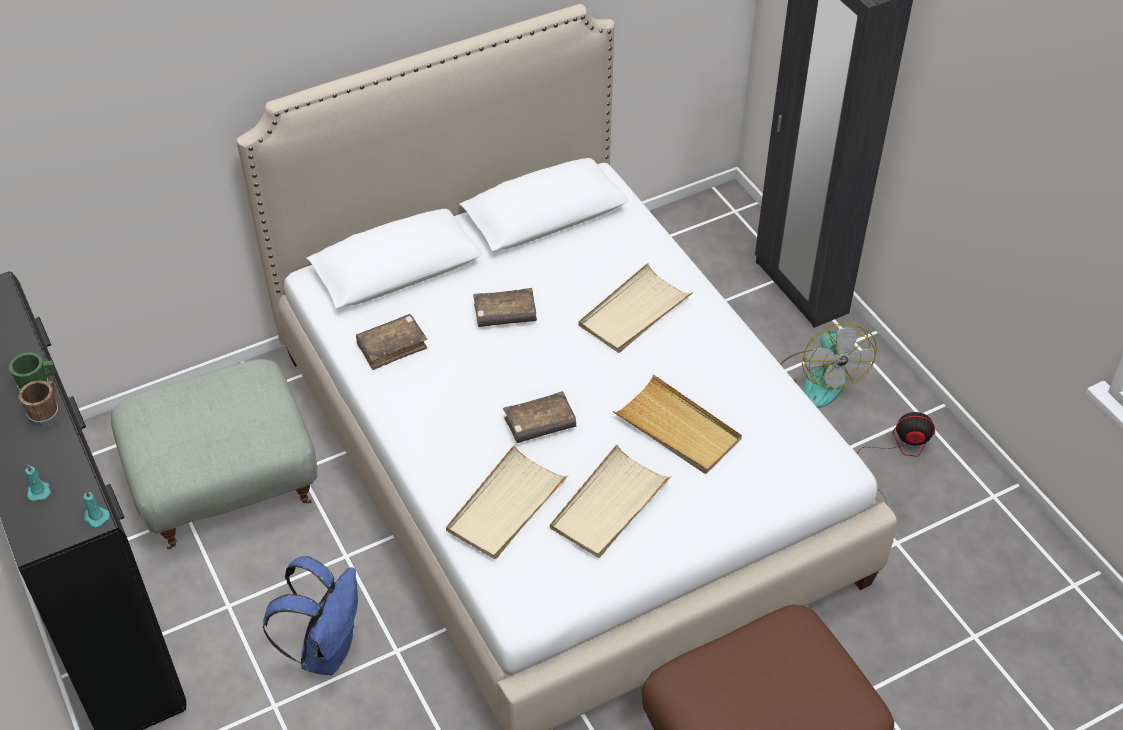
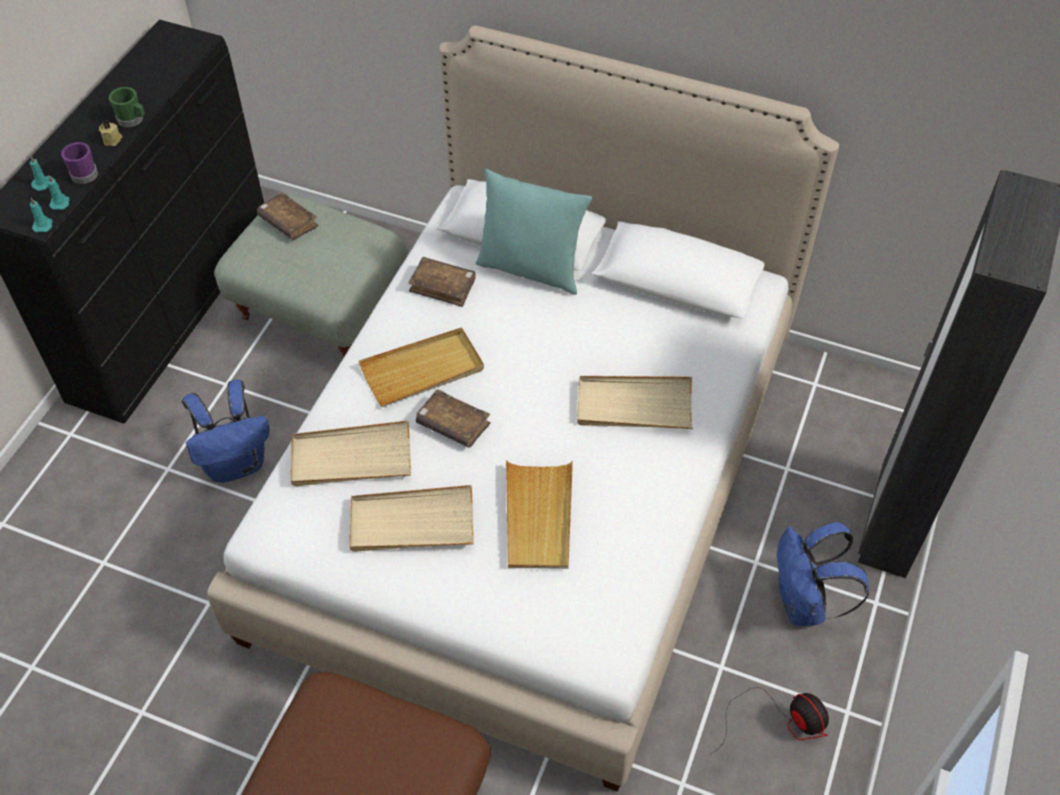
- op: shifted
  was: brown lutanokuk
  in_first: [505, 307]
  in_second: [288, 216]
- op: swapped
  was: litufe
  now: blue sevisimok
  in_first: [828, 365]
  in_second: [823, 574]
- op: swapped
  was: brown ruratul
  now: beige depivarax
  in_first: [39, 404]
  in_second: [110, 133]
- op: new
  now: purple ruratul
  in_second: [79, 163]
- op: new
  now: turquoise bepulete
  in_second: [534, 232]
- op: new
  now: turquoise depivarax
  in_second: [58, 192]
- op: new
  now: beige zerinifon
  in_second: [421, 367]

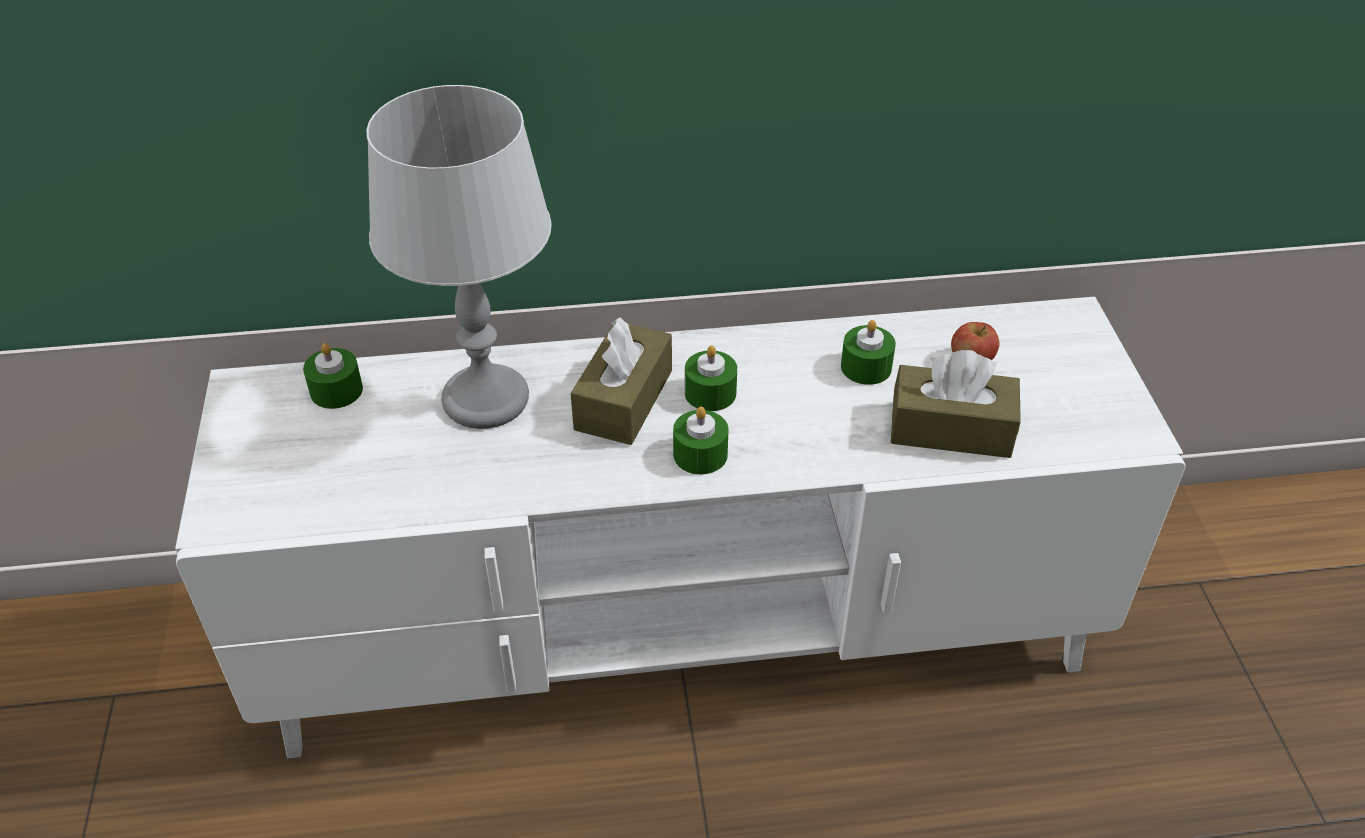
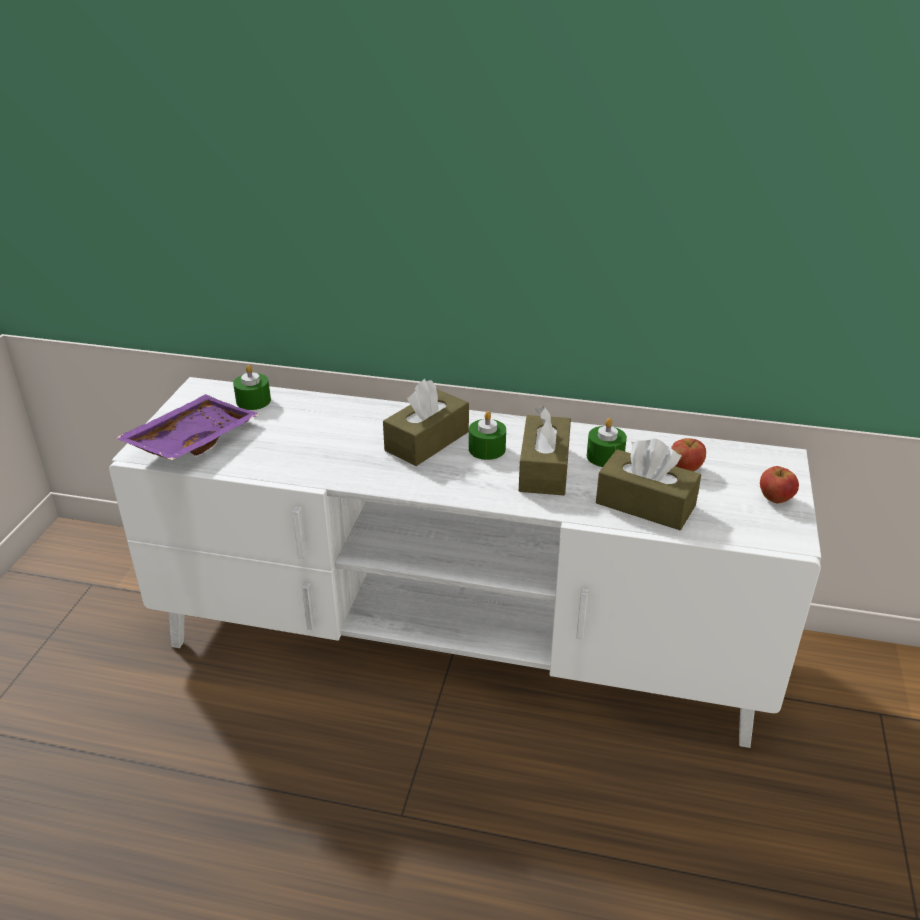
- op: gone
  was: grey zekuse
  in_first: [459, 257]
- op: gone
  was: green depivarax
  in_first: [700, 440]
- op: new
  now: purple zerinifon
  in_second: [187, 427]
- op: new
  now: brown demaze
  in_second: [545, 450]
- op: new
  now: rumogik
  in_second: [779, 484]

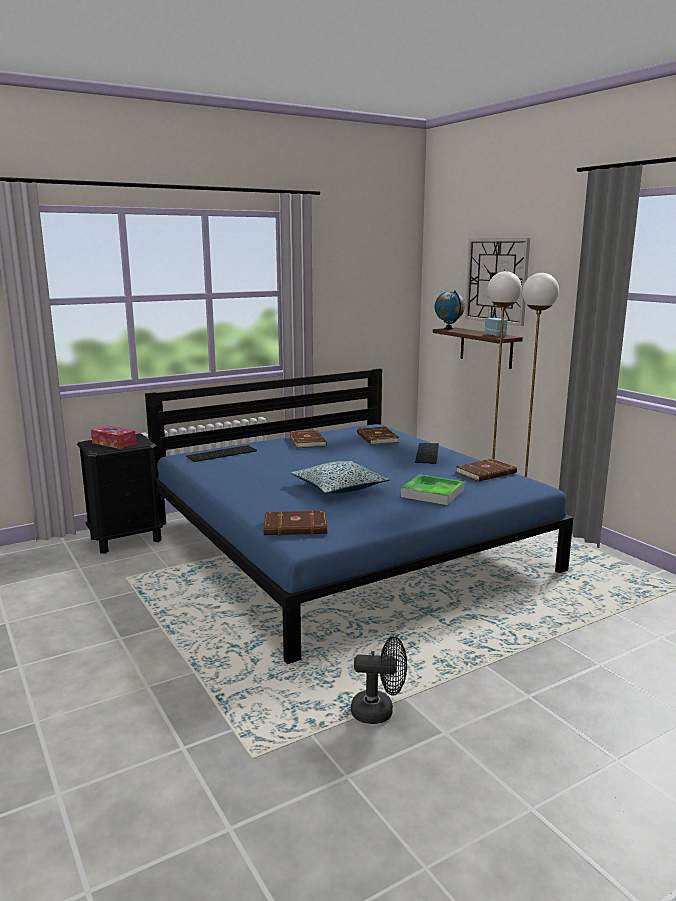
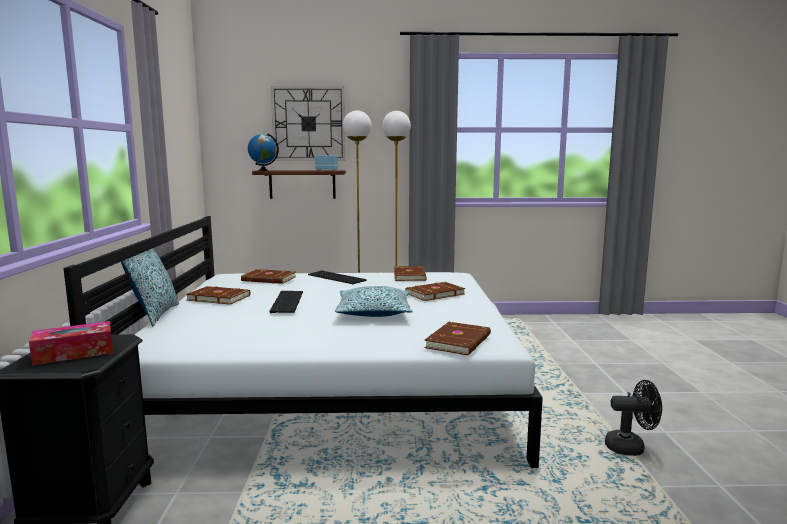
- op: repainted
  was: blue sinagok
  now: white sinagok
  in_first: [359, 516]
  in_second: [303, 342]
- op: shifted
  was: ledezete
  in_first: [221, 453]
  in_second: [286, 302]
- op: swapped
  was: zerinifon
  now: brown lutanokuk
  in_first: [432, 489]
  in_second: [435, 291]
- op: rotated
  was: black litufe
  in_first: [379, 680]
  in_second: [633, 418]
  clockwise: 60
- op: new
  now: bepulete
  in_second: [150, 287]

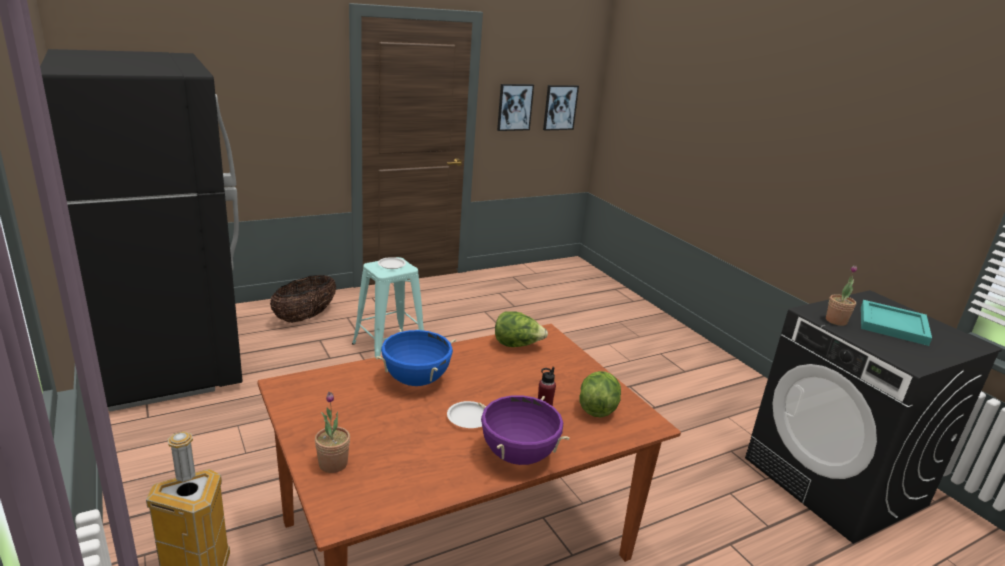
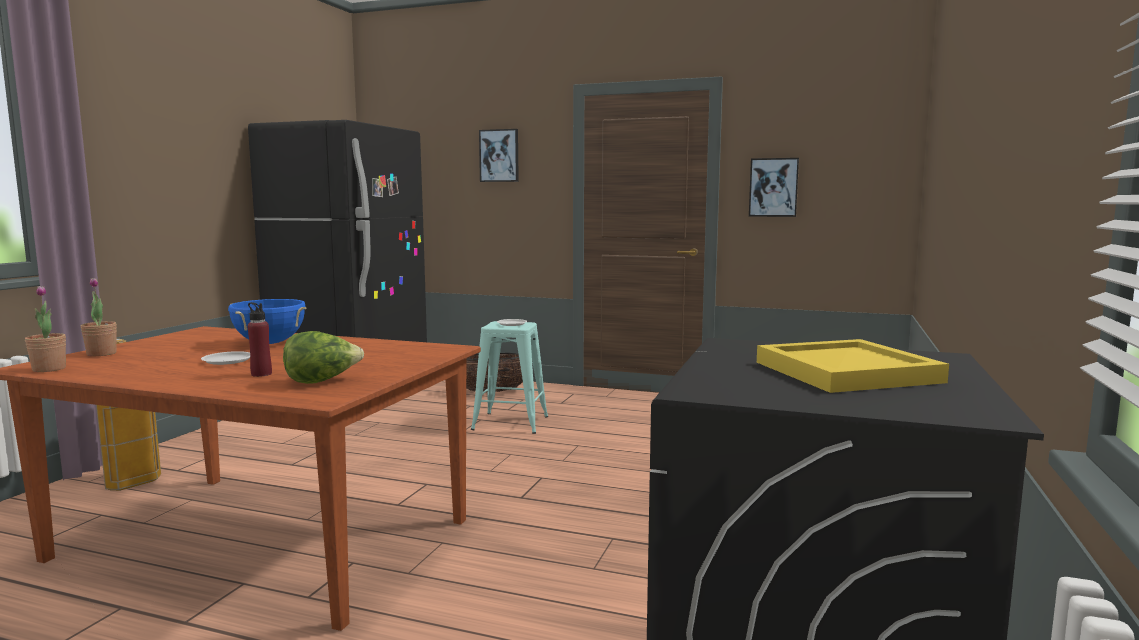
- op: shifted
  was: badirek
  in_first: [561, 108]
  in_second: [499, 155]
- op: shifted
  was: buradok
  in_first: [841, 295]
  in_second: [45, 329]
- op: repainted
  was: turquoise zerinifon
  now: yellow zerinifon
  in_first: [896, 323]
  in_second: [853, 366]
- op: gone
  was: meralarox
  in_first: [521, 329]
- op: gone
  was: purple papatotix
  in_first: [524, 430]

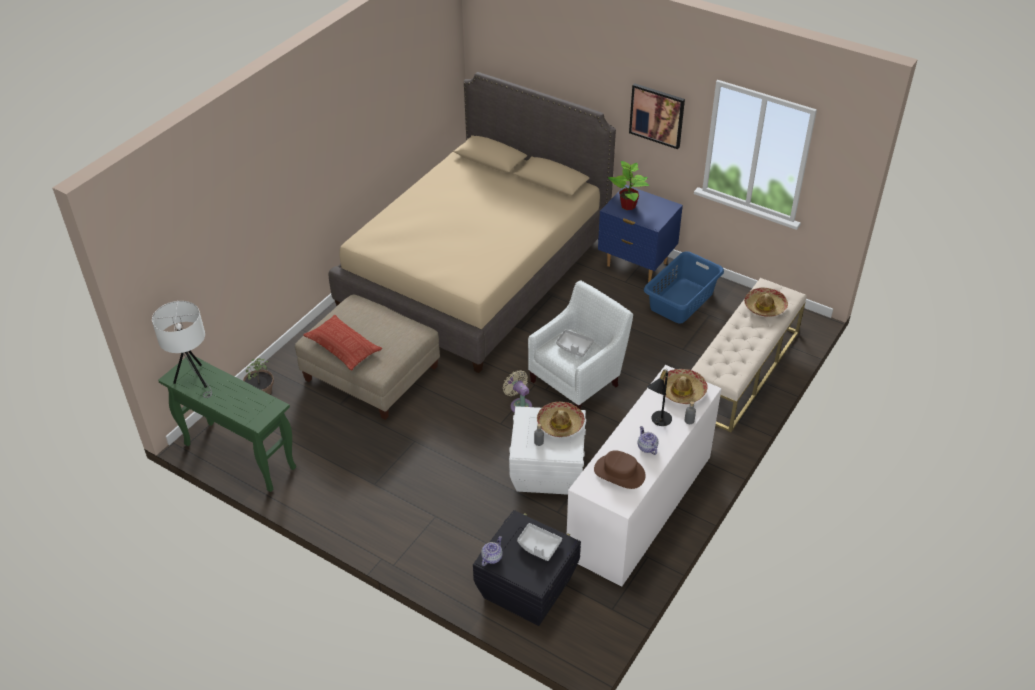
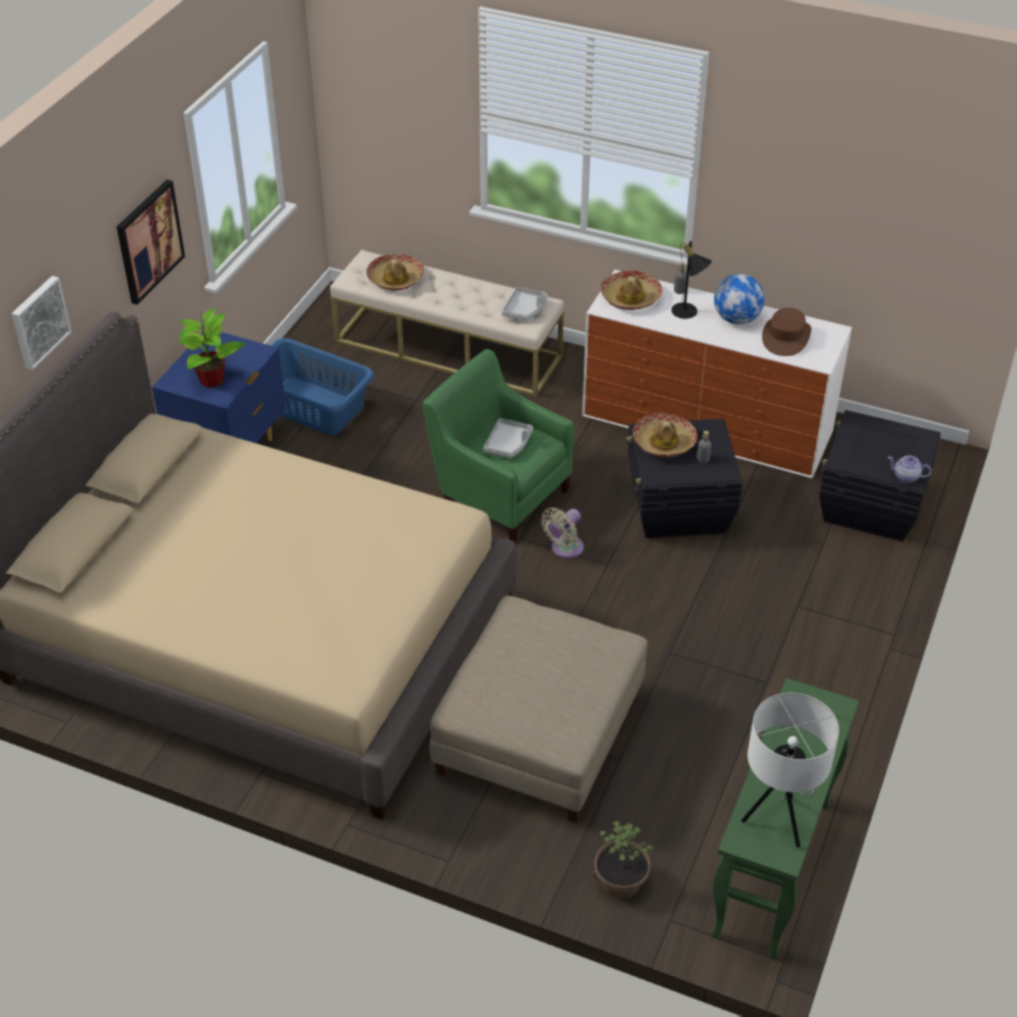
- op: repainted
  was: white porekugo
  now: green porekugo
  in_first: [580, 344]
  in_second: [498, 446]
- op: gone
  was: bepulete
  in_first: [342, 343]
- op: repainted
  was: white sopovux
  now: black sopovux
  in_first: [547, 450]
  in_second: [684, 478]
- op: swapped
  was: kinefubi
  now: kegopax
  in_first: [648, 440]
  in_second: [739, 299]
- op: shifted
  was: grey zerinifon
  in_first: [539, 542]
  in_second: [524, 304]
- op: new
  now: badirek
  in_second: [41, 323]

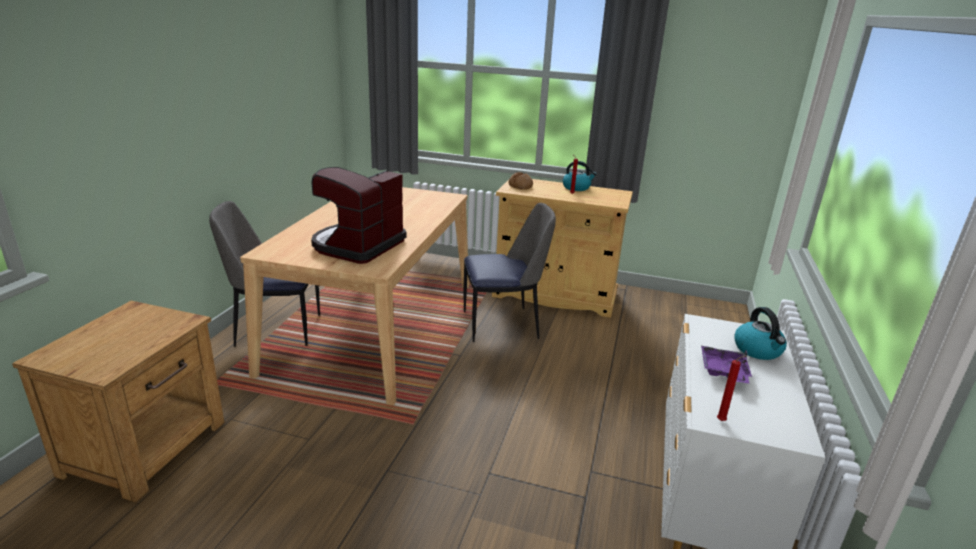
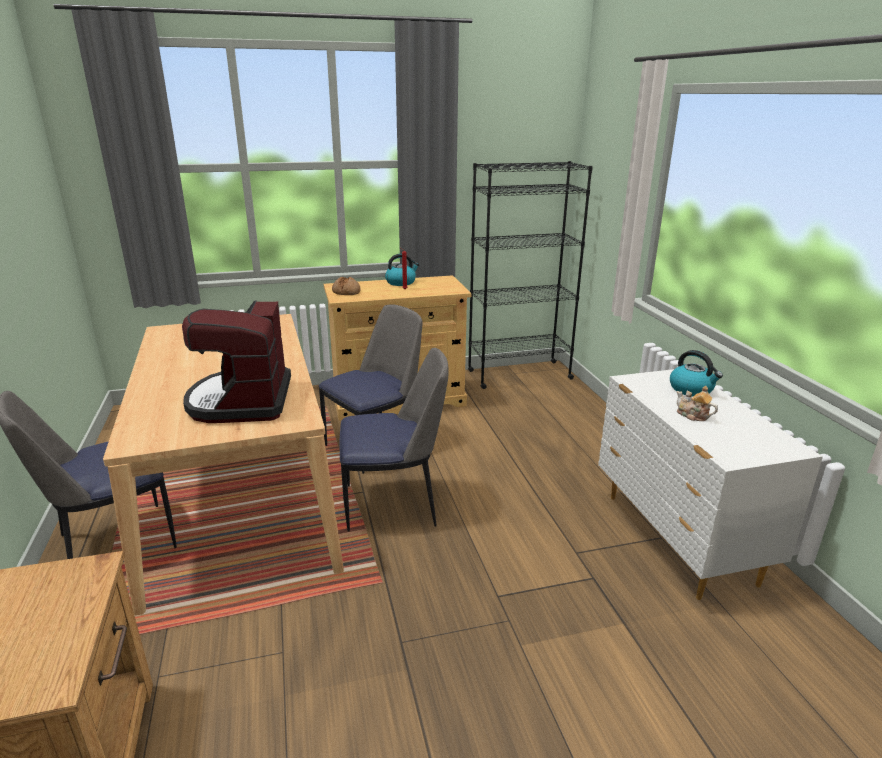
- op: swapped
  was: purple zerinifon
  now: kinefubi
  in_first: [726, 364]
  in_second: [697, 403]
- op: gone
  was: red depivarax
  in_first: [732, 388]
- op: new
  now: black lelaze
  in_second: [530, 275]
- op: new
  now: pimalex
  in_second: [394, 440]

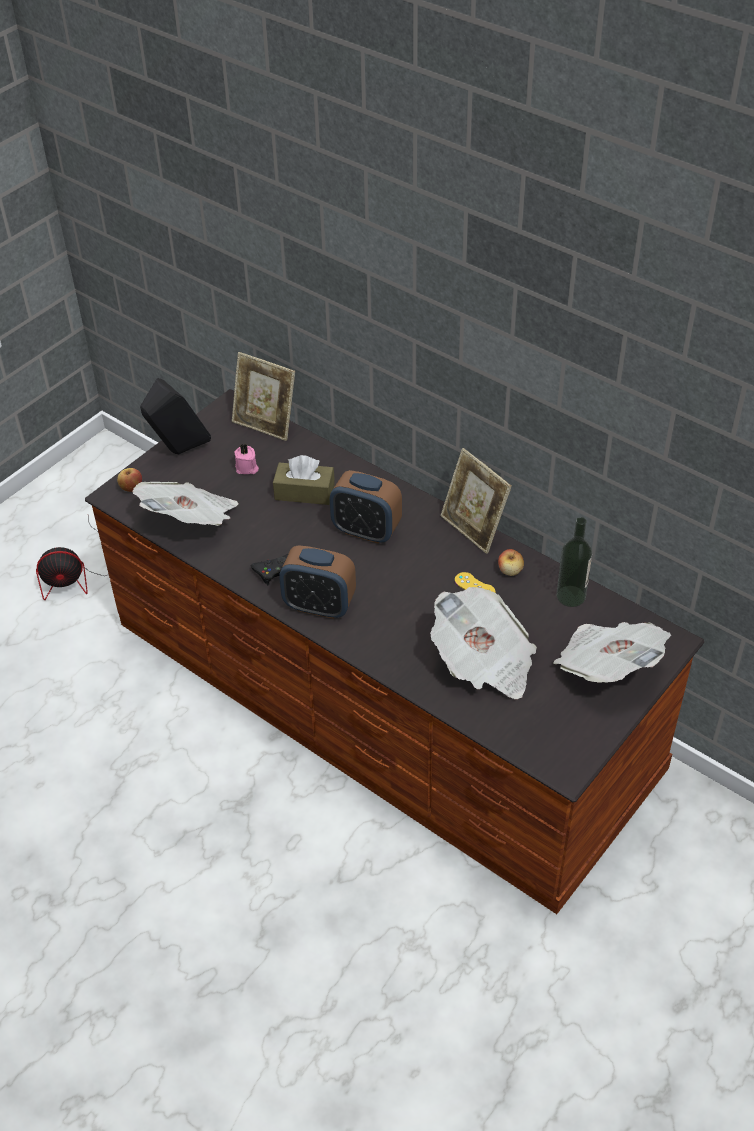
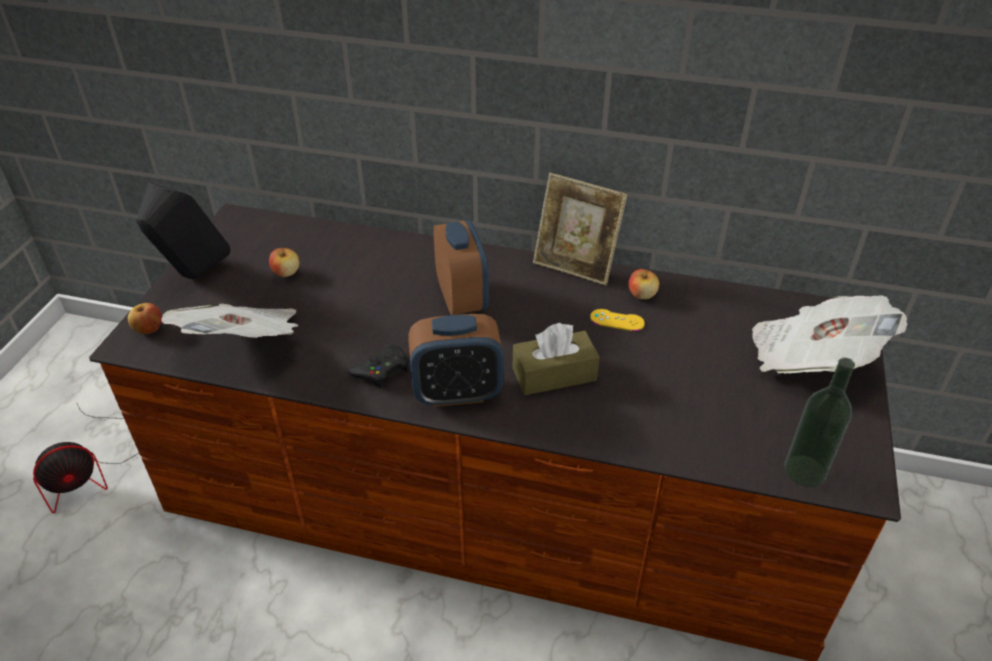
- op: gone
  was: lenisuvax
  in_first: [263, 396]
- op: swapped
  was: pink depivarax
  now: rumogik
  in_first: [246, 459]
  in_second: [284, 261]
- op: shifted
  was: brown demaze
  in_first: [304, 480]
  in_second: [556, 359]
- op: rotated
  was: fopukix
  in_first: [366, 507]
  in_second: [461, 267]
  clockwise: -105
- op: shifted
  was: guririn
  in_first: [574, 562]
  in_second: [820, 422]
- op: gone
  was: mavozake
  in_first: [483, 643]

